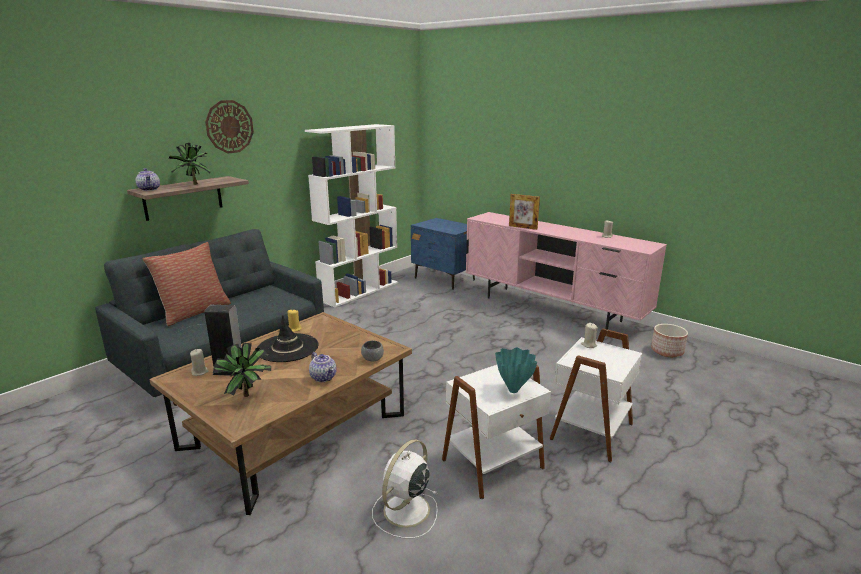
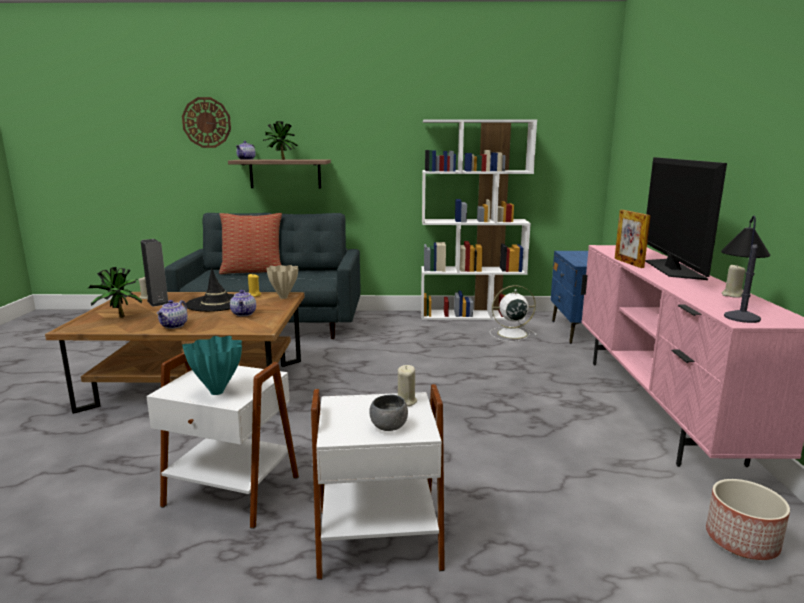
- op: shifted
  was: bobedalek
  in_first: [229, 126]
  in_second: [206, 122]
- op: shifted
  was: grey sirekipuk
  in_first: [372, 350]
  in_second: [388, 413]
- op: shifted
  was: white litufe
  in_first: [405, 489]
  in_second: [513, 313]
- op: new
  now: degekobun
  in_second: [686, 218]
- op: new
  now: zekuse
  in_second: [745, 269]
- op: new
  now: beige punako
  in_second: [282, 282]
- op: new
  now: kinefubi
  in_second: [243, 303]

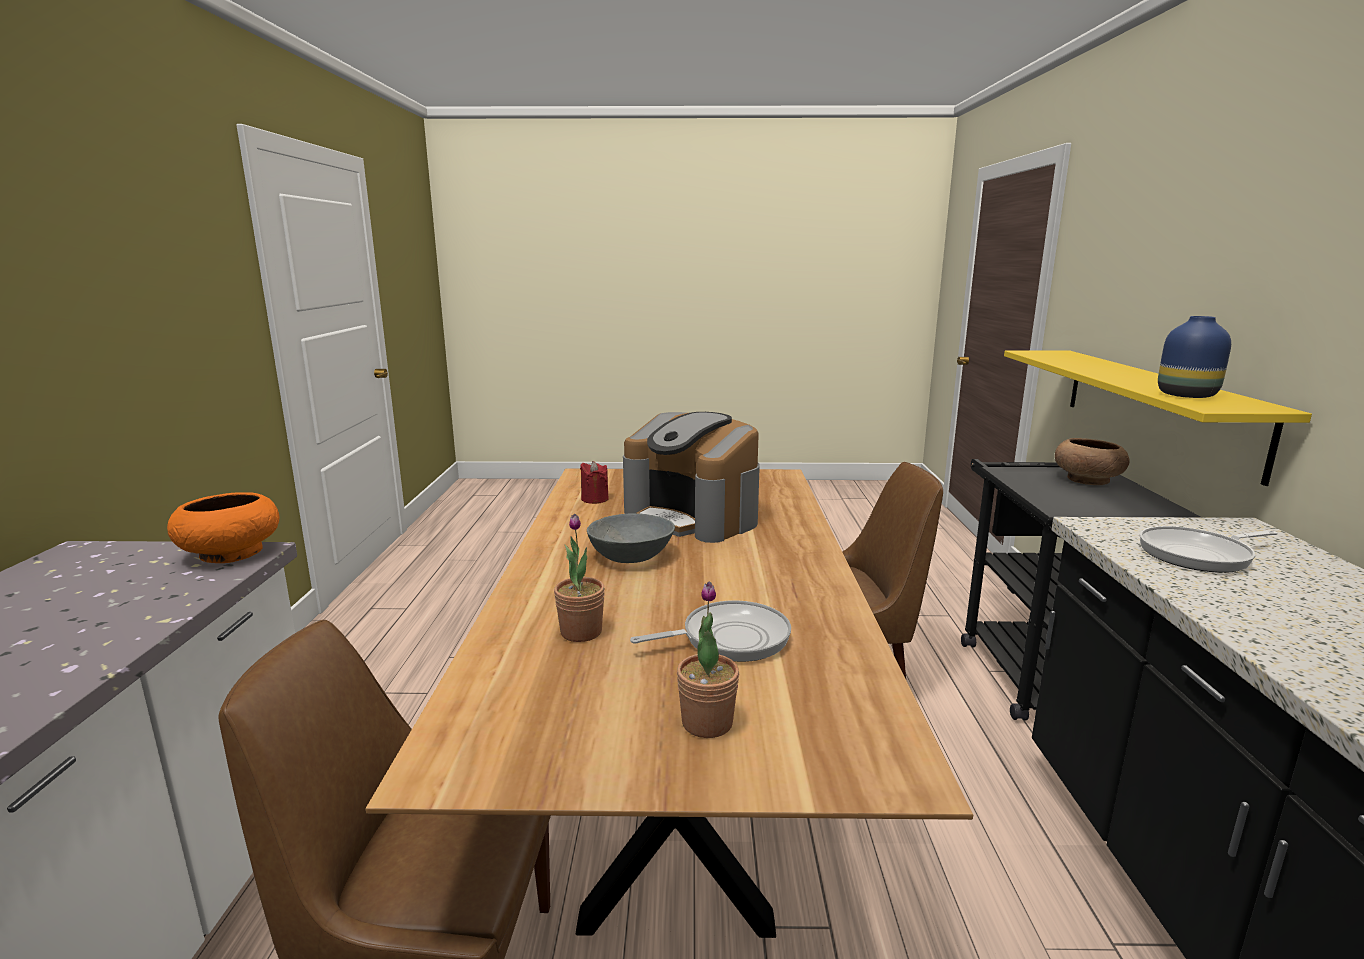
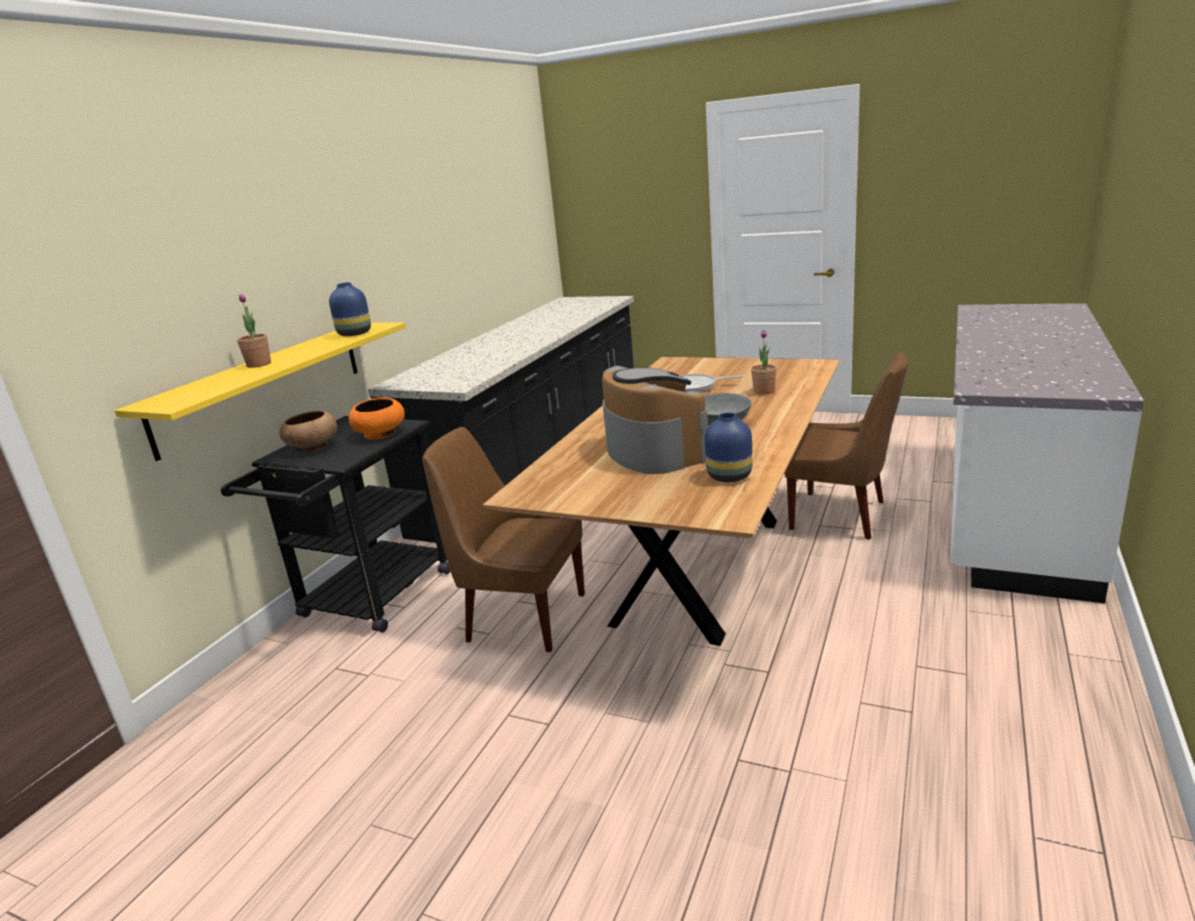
- op: swapped
  was: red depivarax
  now: blue punako
  in_first: [594, 482]
  in_second: [729, 447]
- op: shifted
  was: orange sirekipuk
  in_first: [223, 527]
  in_second: [377, 419]
- op: gone
  was: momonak
  in_first: [1208, 549]
- op: shifted
  was: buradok
  in_first: [708, 660]
  in_second: [254, 331]

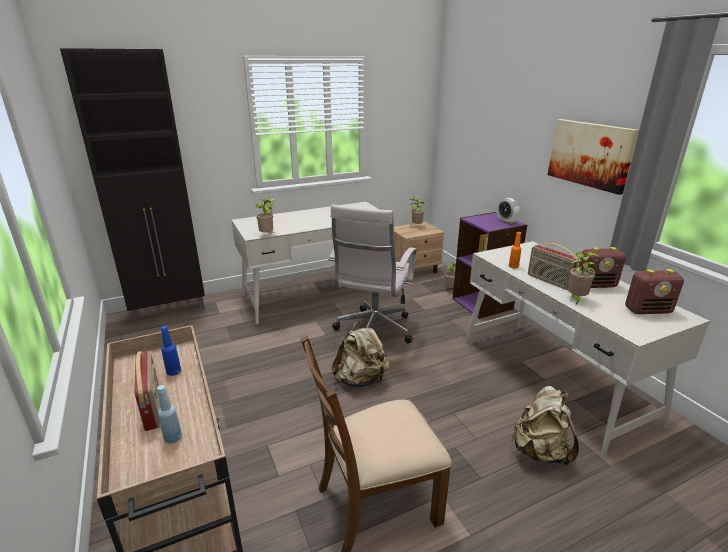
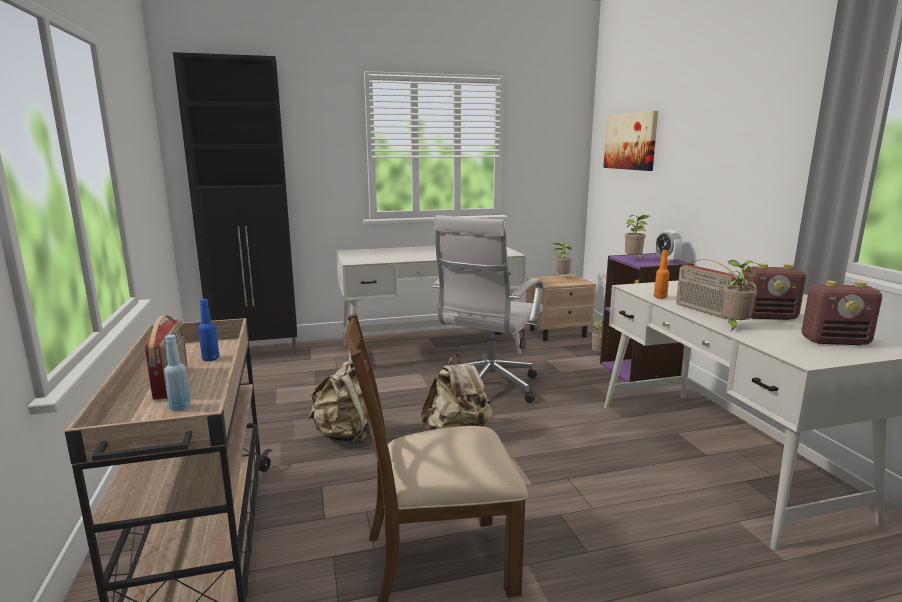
- op: shifted
  was: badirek
  in_first: [593, 157]
  in_second: [630, 141]
- op: shifted
  was: buradok
  in_first: [265, 215]
  in_second: [638, 236]
- op: shifted
  was: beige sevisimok
  in_first: [545, 426]
  in_second: [339, 403]

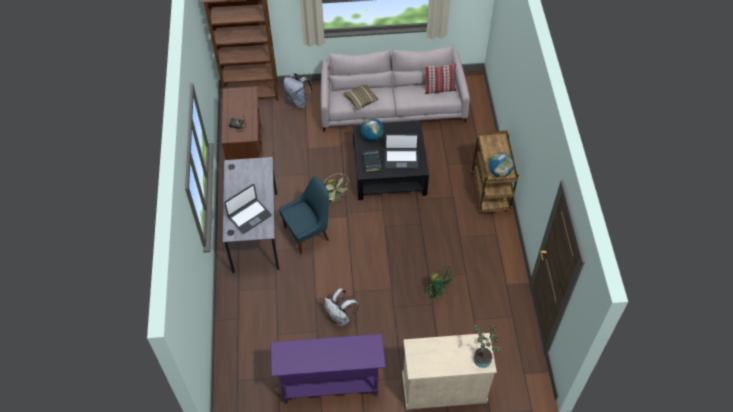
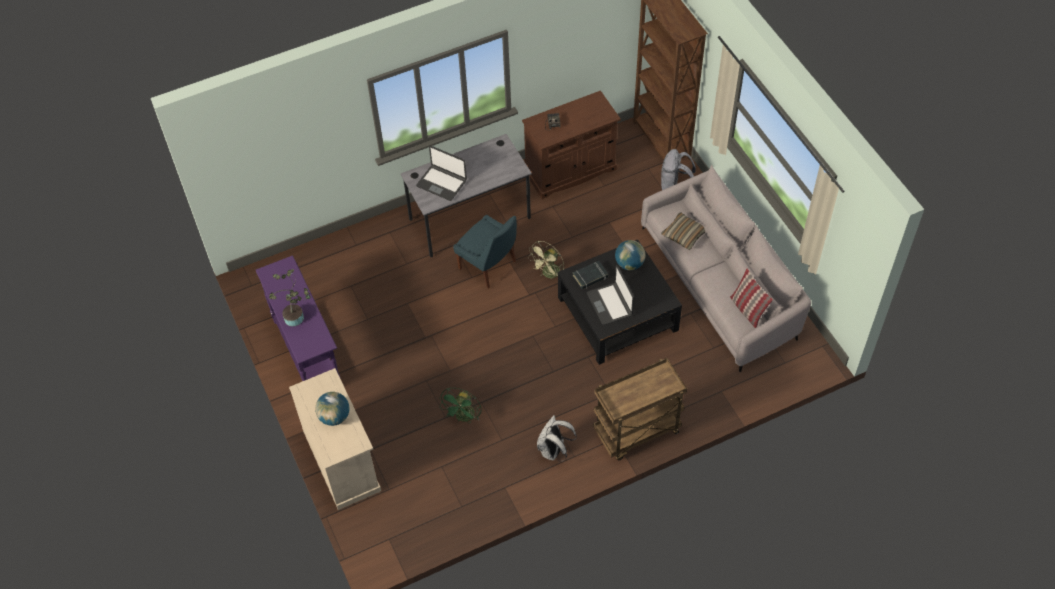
- op: shifted
  was: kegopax
  in_first: [501, 165]
  in_second: [332, 409]
- op: shifted
  was: white sevisimok
  in_first: [341, 307]
  in_second: [556, 438]
- op: shifted
  was: buradok
  in_first: [487, 346]
  in_second: [290, 297]

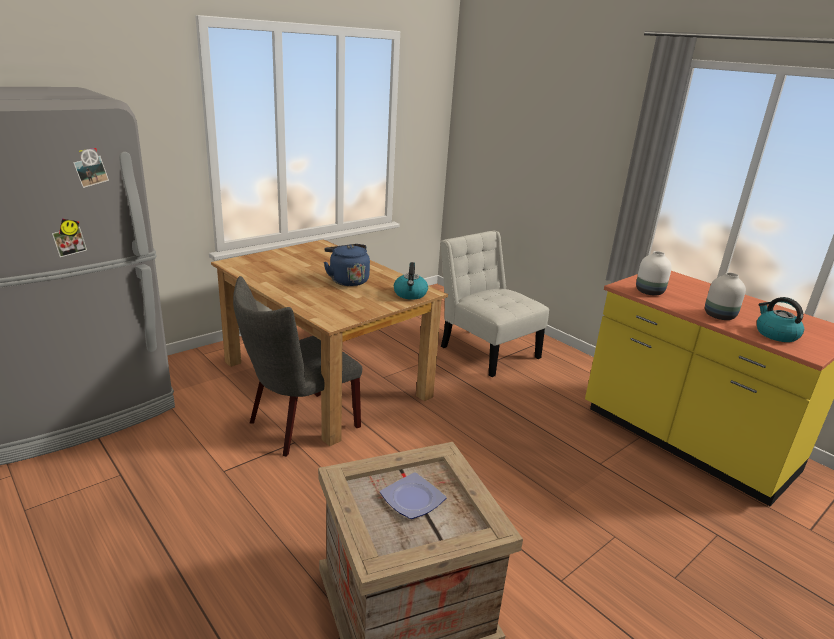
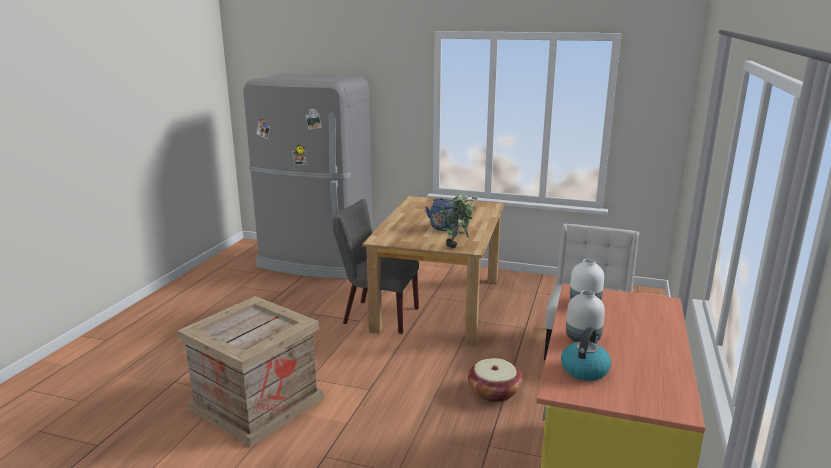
- op: swapped
  was: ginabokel
  now: buradok
  in_first: [411, 281]
  in_second: [458, 221]
- op: gone
  was: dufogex
  in_first: [413, 495]
- op: new
  now: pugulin
  in_second: [495, 380]

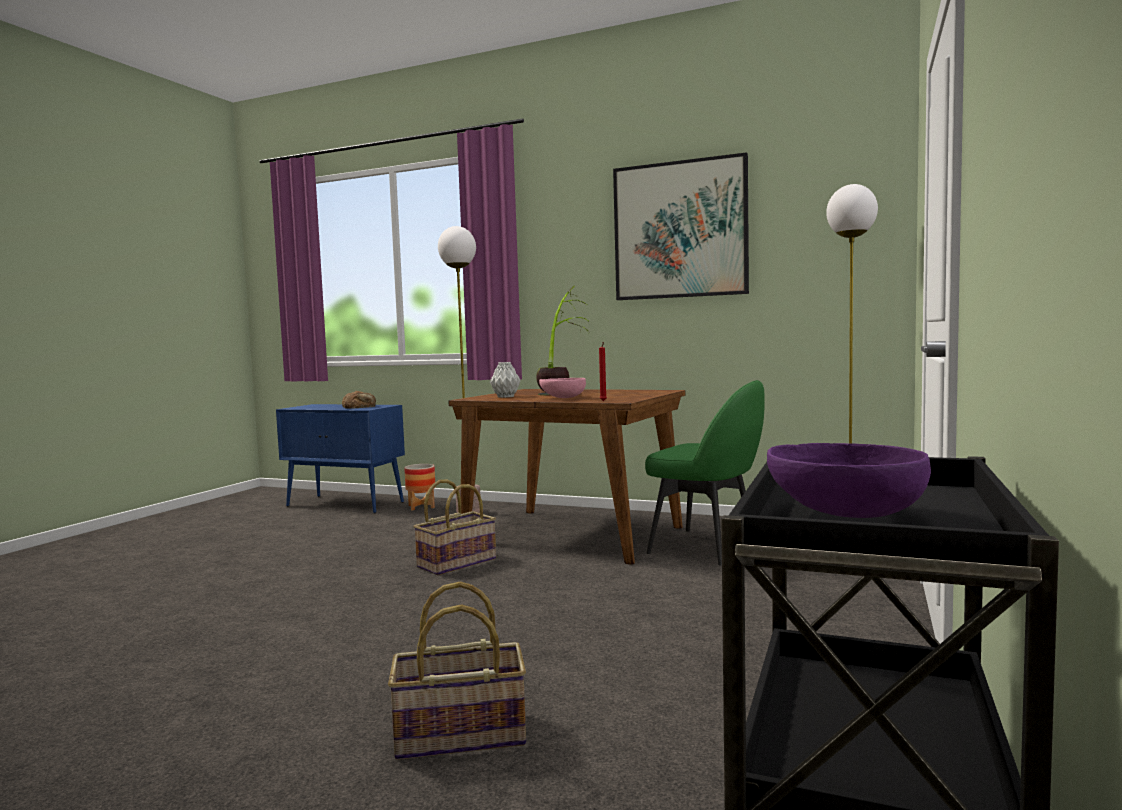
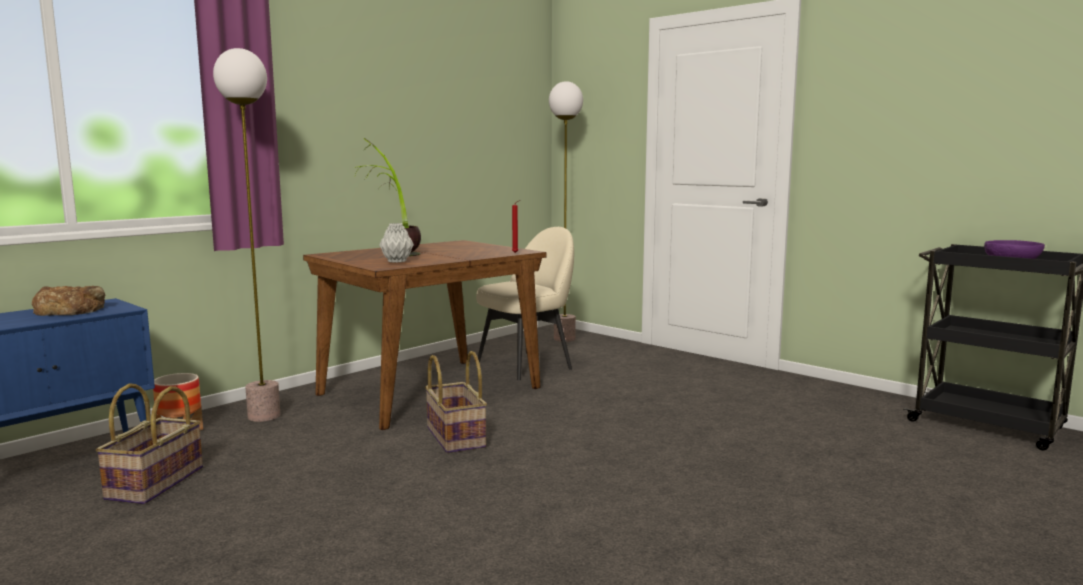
- op: gone
  was: badirek
  in_first: [681, 226]
- op: gone
  was: pink sirekipuk
  in_first: [562, 388]
- op: repainted
  was: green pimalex
  now: beige pimalex
  in_first: [705, 472]
  in_second: [525, 303]
- op: shifted
  was: pugulin
  in_first: [457, 670]
  in_second: [149, 443]

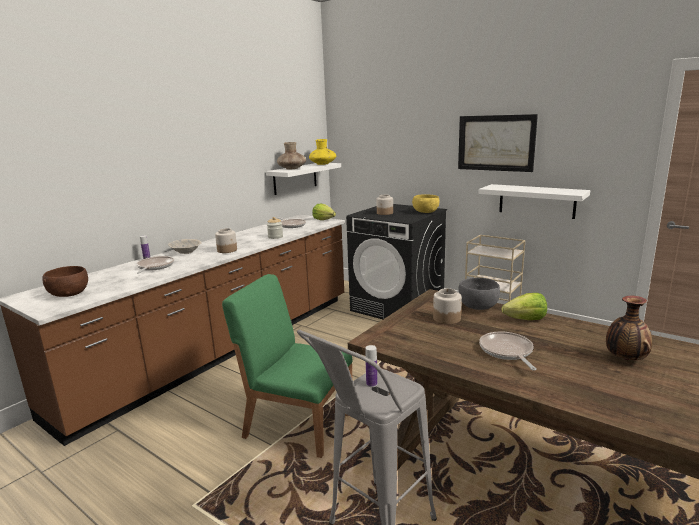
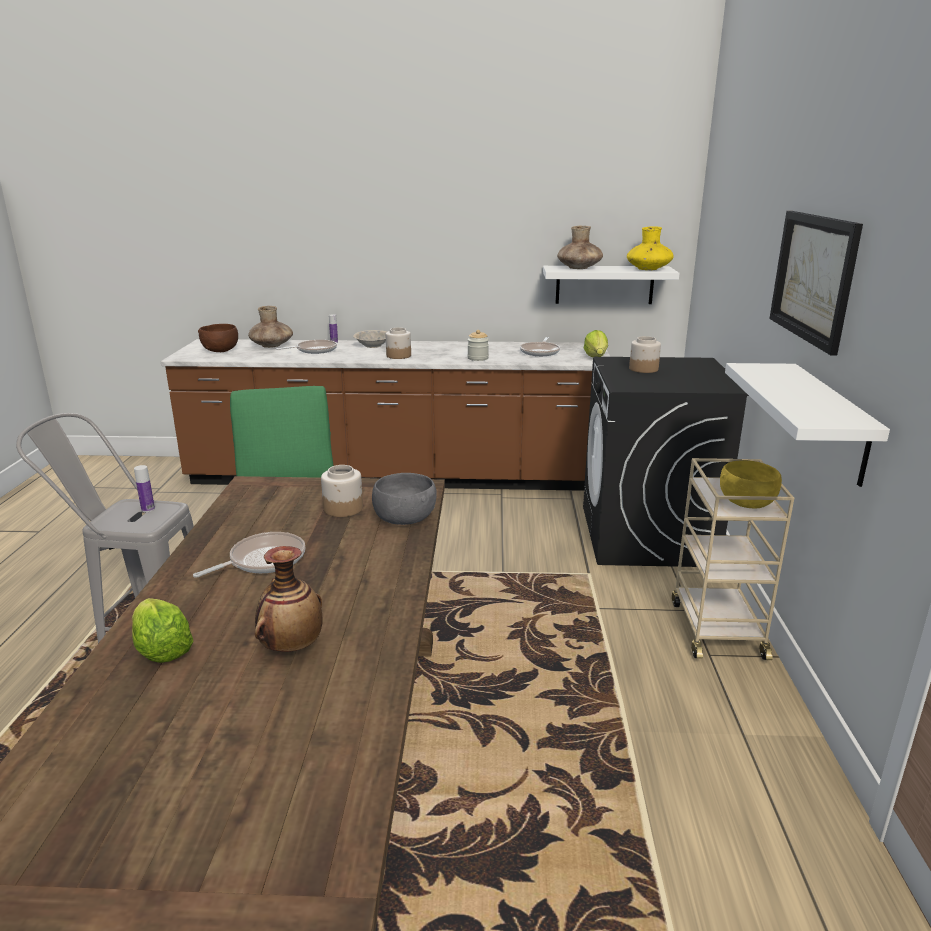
- op: shifted
  was: yellow sirekipuk
  in_first: [425, 203]
  in_second: [751, 484]
- op: shifted
  was: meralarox
  in_first: [524, 306]
  in_second: [162, 630]
- op: new
  now: brown punako
  in_second: [270, 327]

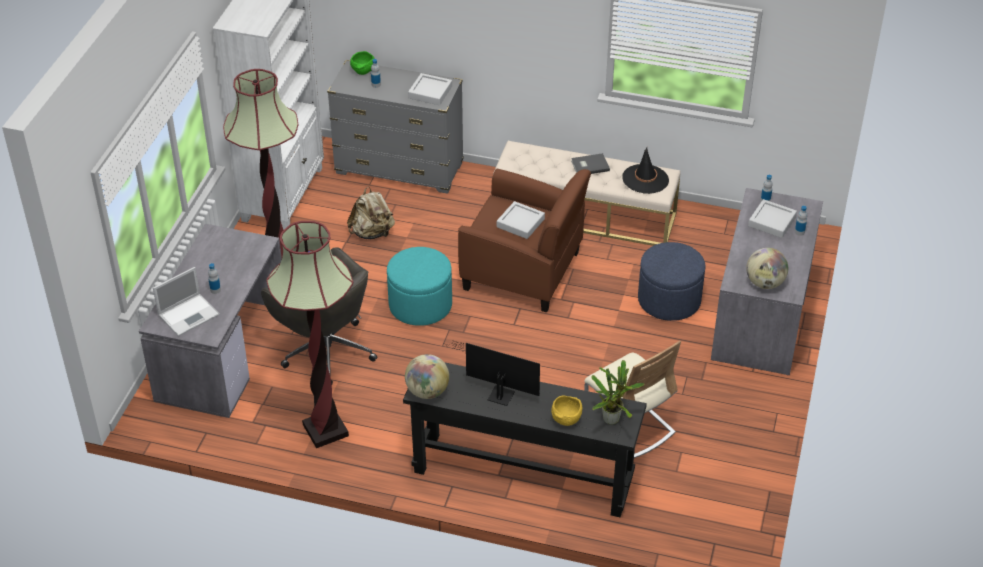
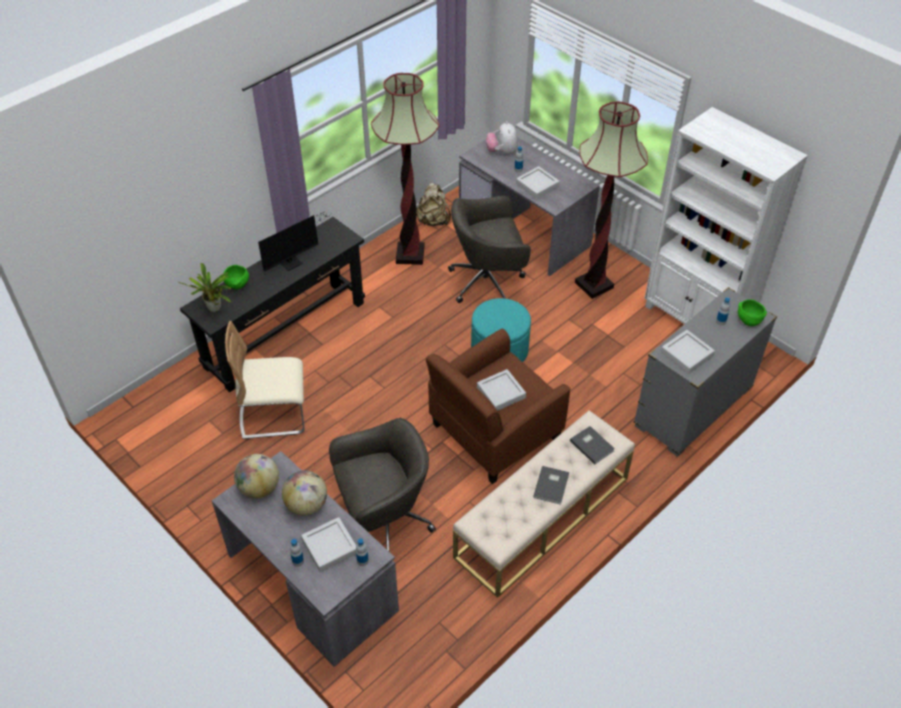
- op: gone
  was: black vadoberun
  in_first: [645, 170]
- op: shifted
  was: beige sevisimok
  in_first: [371, 213]
  in_second: [433, 204]
- op: swapped
  was: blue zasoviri
  now: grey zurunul
  in_first: [672, 281]
  in_second: [382, 484]
- op: swapped
  was: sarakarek
  now: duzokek
  in_first: [186, 301]
  in_second: [502, 138]
- op: shifted
  was: kegopax
  in_first: [427, 376]
  in_second: [304, 493]
- op: repainted
  was: yellow sirekipuk
  now: green sirekipuk
  in_first: [566, 410]
  in_second: [236, 277]
- op: new
  now: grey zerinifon
  in_second: [538, 182]
- op: new
  now: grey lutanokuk
  in_second: [592, 445]

